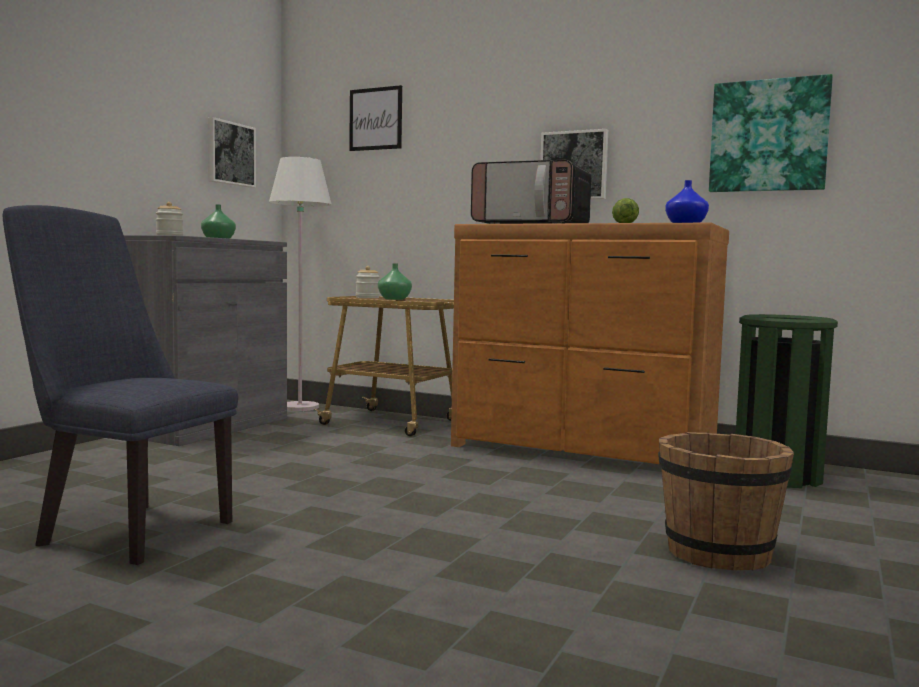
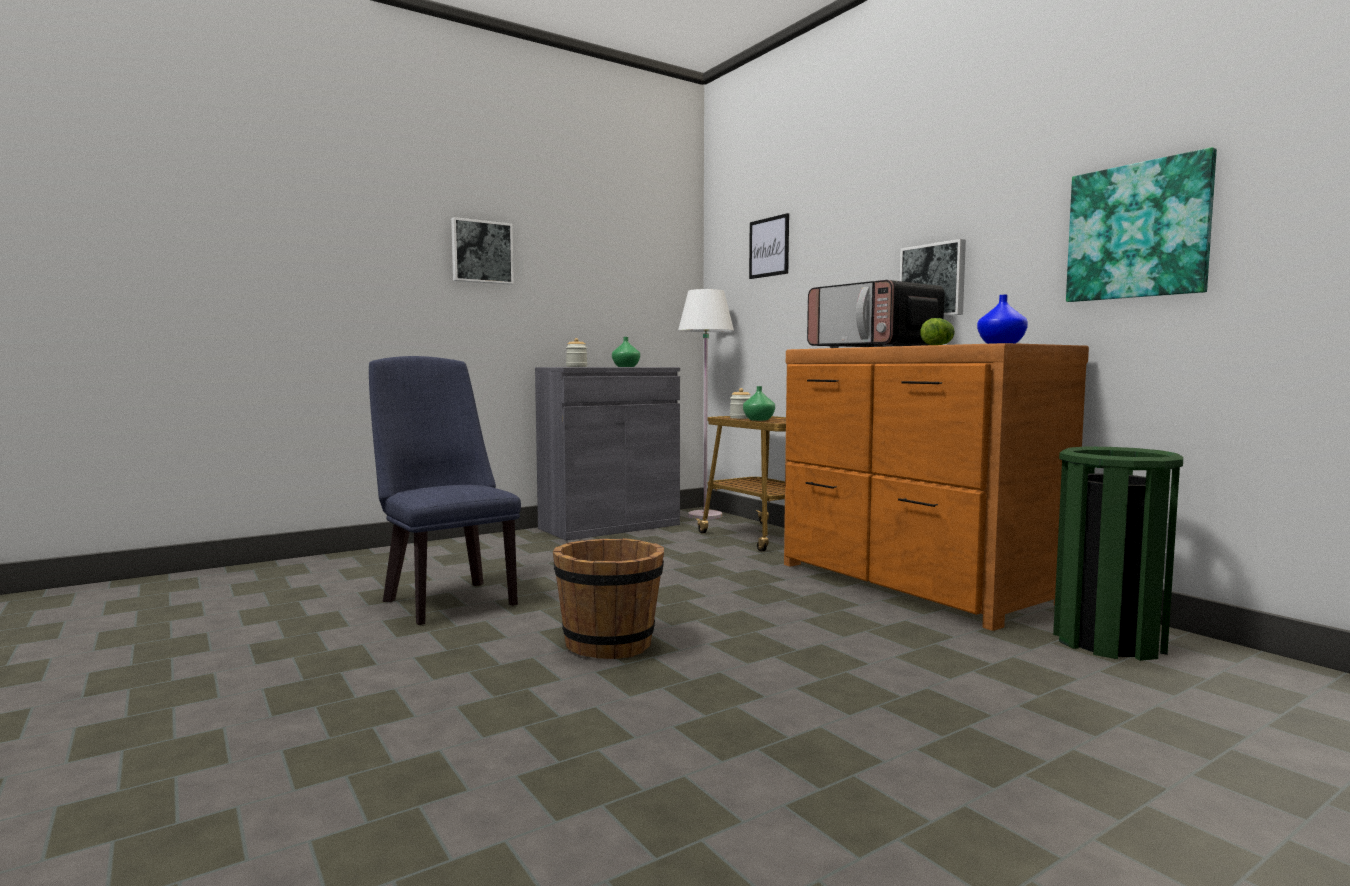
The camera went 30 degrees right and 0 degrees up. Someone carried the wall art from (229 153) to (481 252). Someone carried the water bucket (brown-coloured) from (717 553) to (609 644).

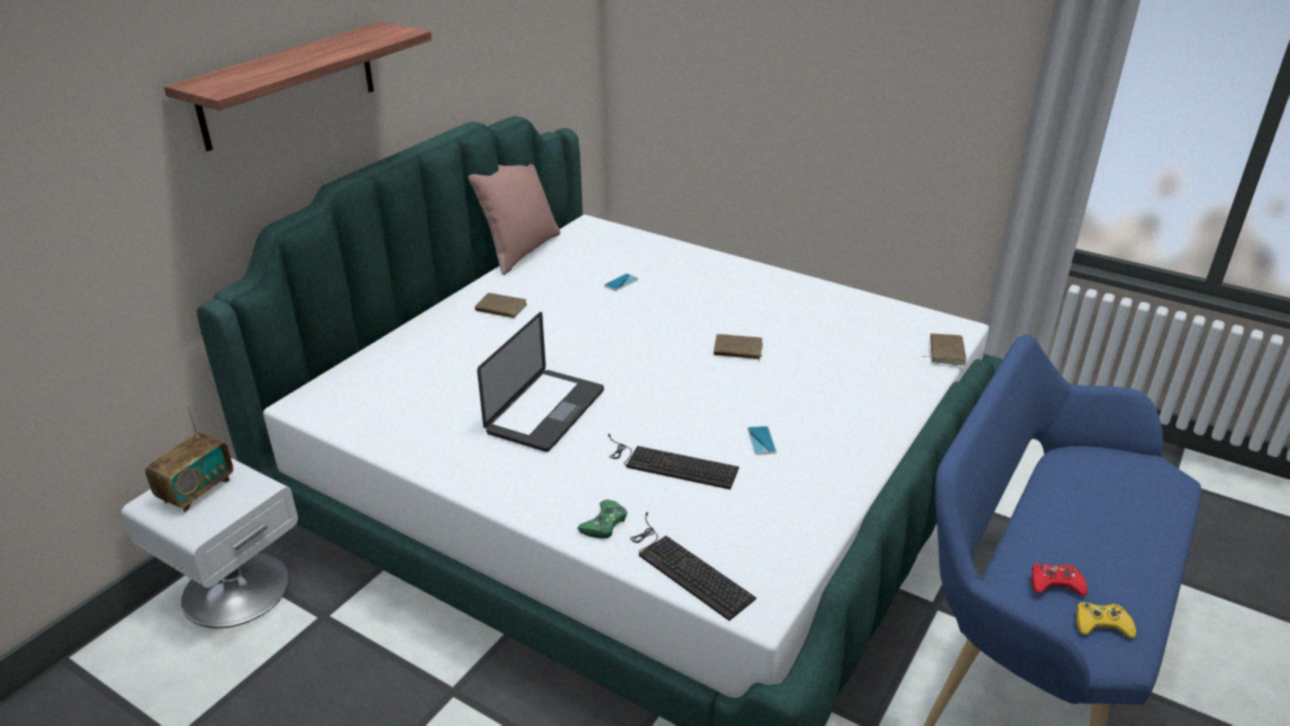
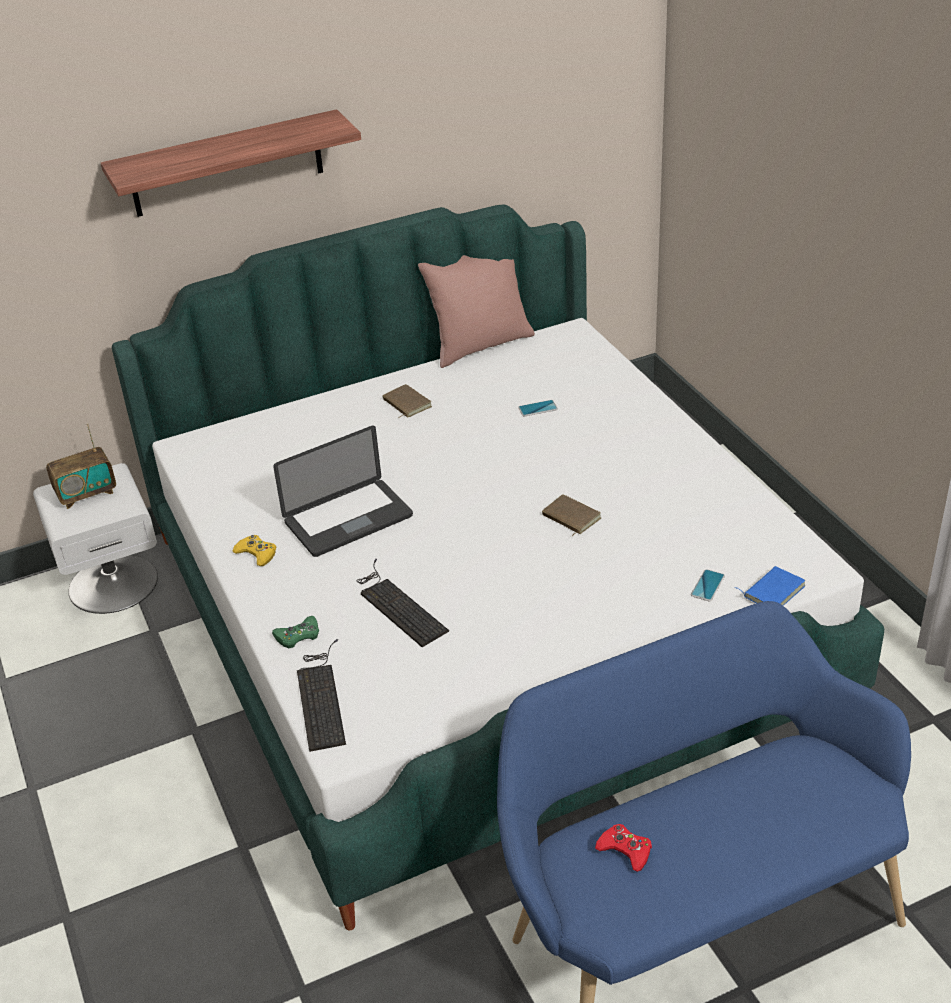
The camera went 35 degrees right and 5 degrees up. Someone carried the phone from (761 441) to (707 586). Someone carried the gamepad (yellow) from (1101 624) to (257 553). Someone repainted the book (brown-coloured) at (945 351), which became the book (blue-coloured) at (772 591).

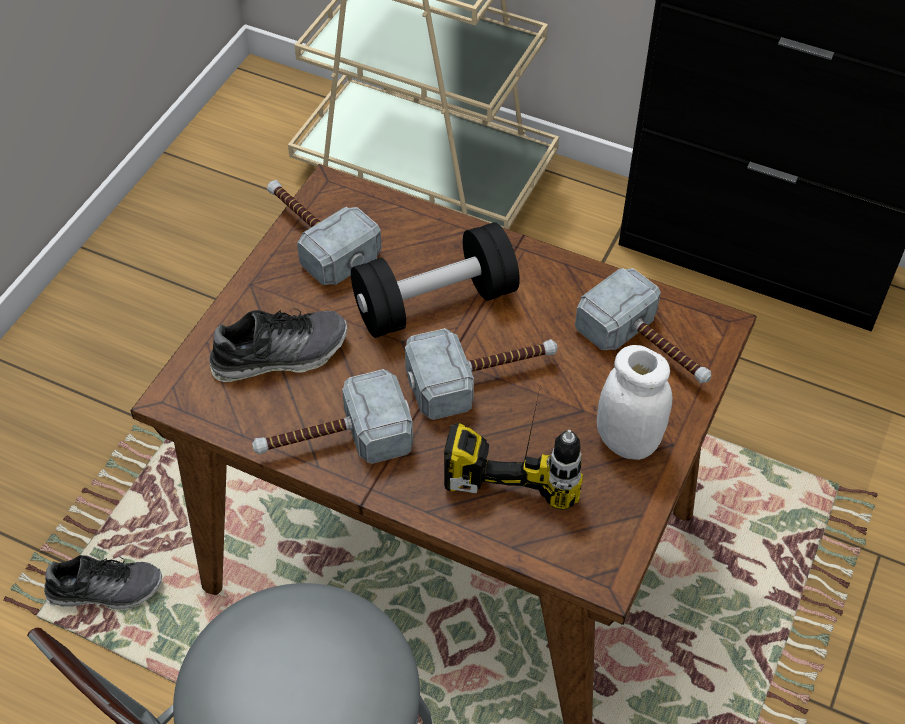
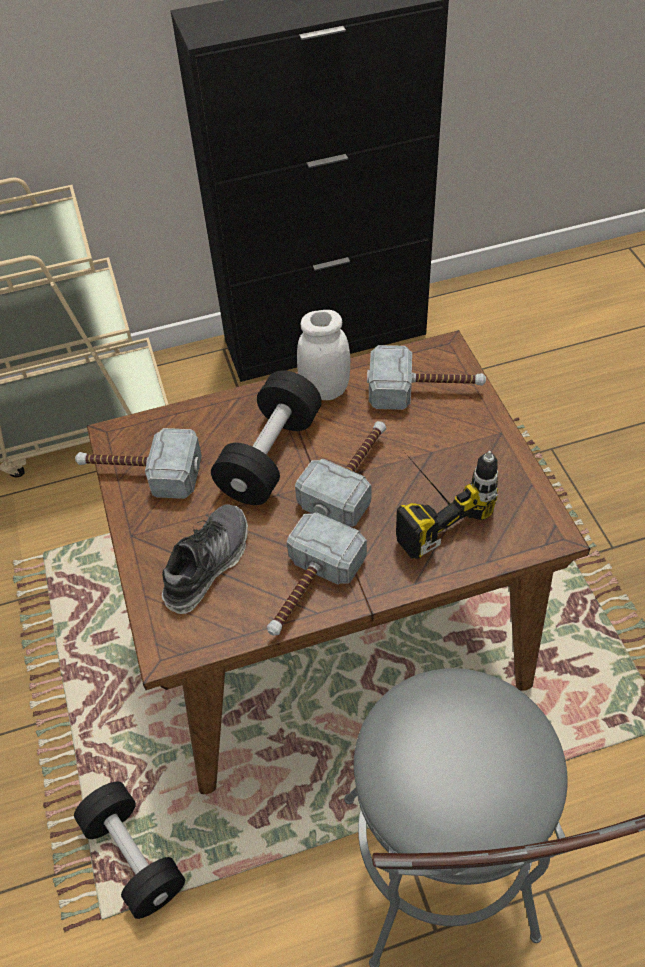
The camera went 40 degrees left and 0 degrees up. Someone carried the jar (whitish) from (627 441) to (325 390). Someone swapped the item of footwear at (105 590) for the free weight (blackish) at (134 856).

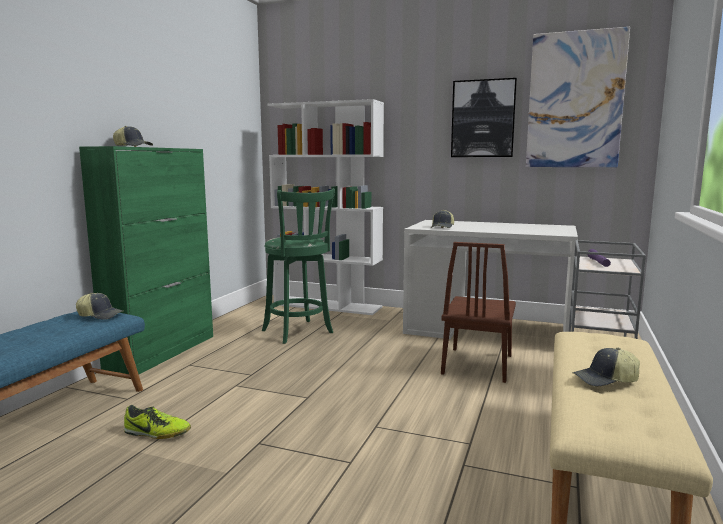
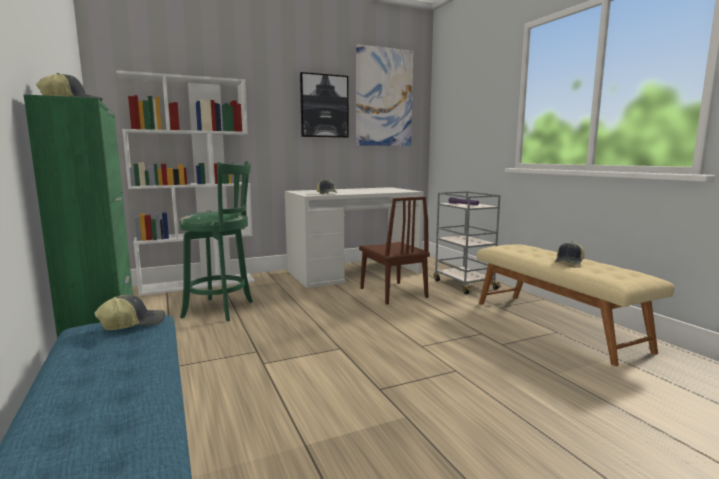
The camera went 45 degrees left and 0 degrees up. Someone took away the item of footwear at (157 433).

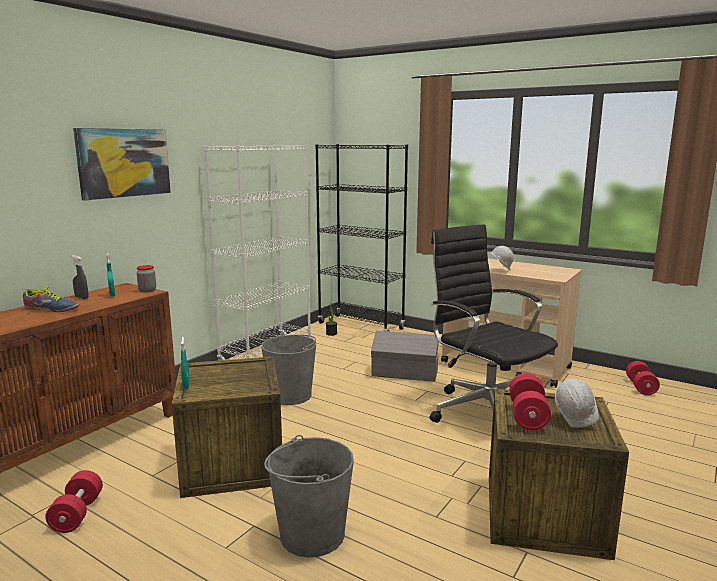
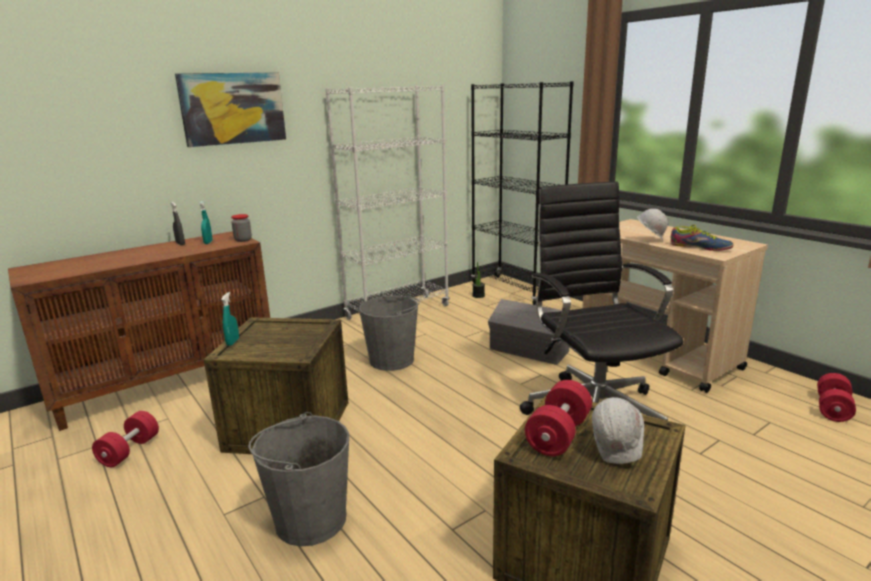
The camera went 20 degrees right and 5 degrees up. Someone carried the item of footwear from (52 309) to (700 247).

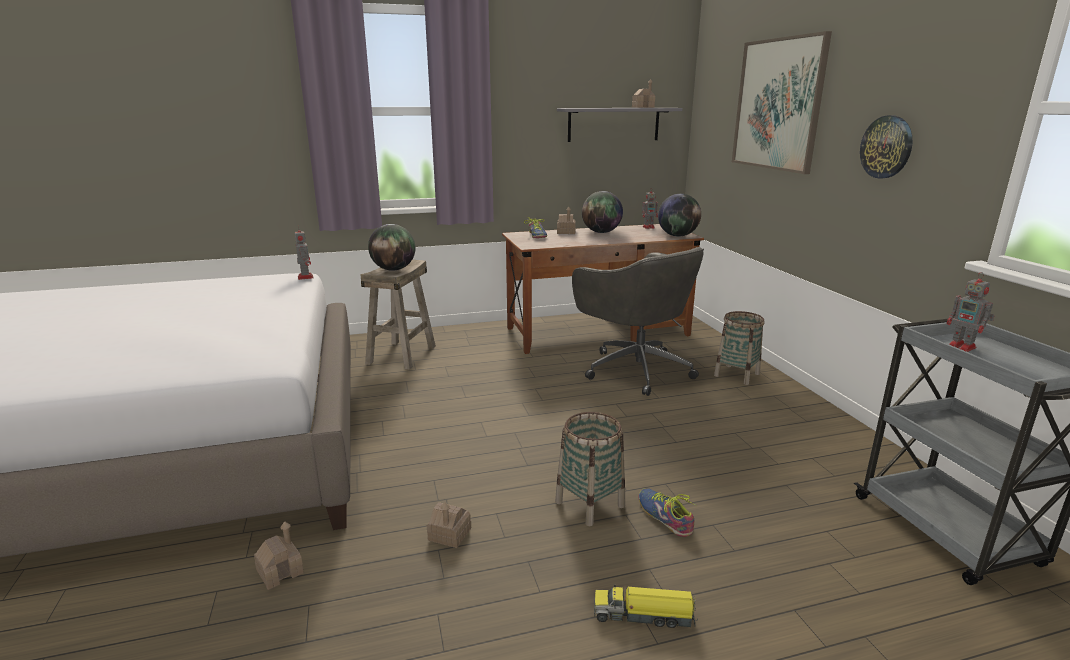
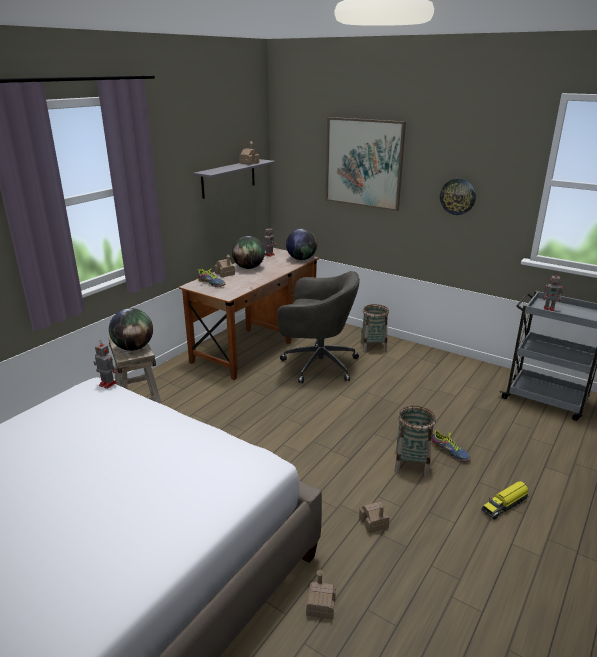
The camera went 40 degrees left and 5 degrees up. Someone rotated the item of footwear at (664 516) by 150 degrees counterclockwise.

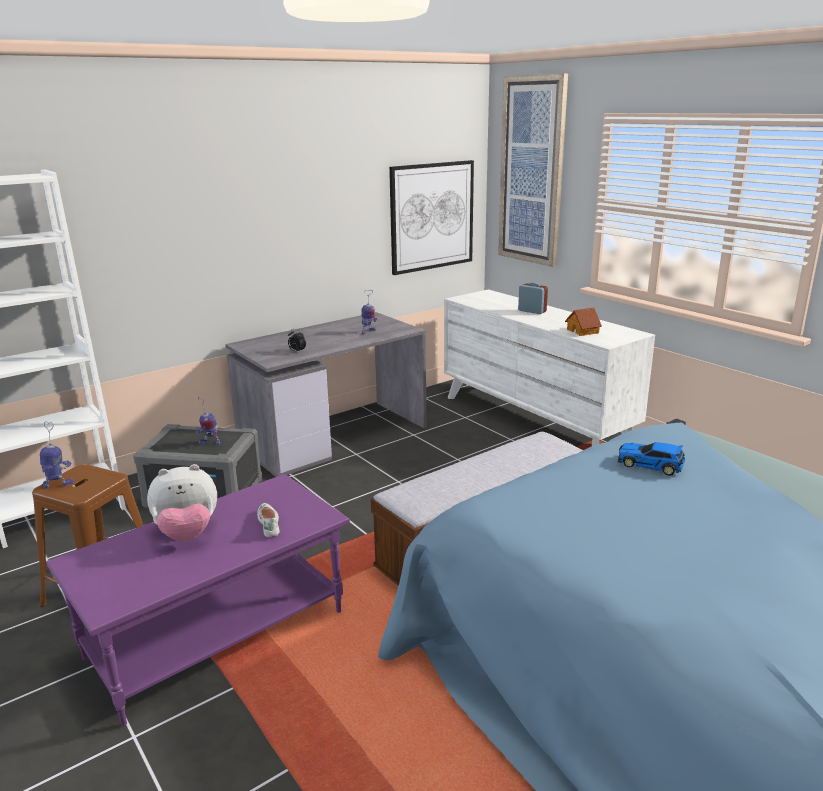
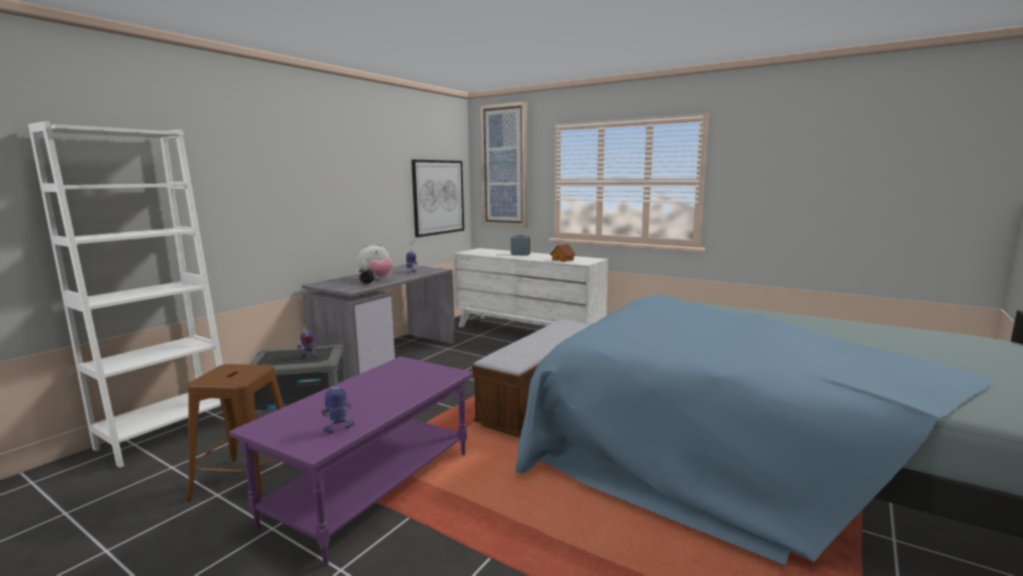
The camera went 20 degrees left and 10 degrees down. Someone took away the item of footwear (whitish) at (269 523). Someone took away the toy car at (651 465). Someone carried the toy robot from (58 484) to (339 428). Someone carried the cuddly toy from (187 534) to (376 279).

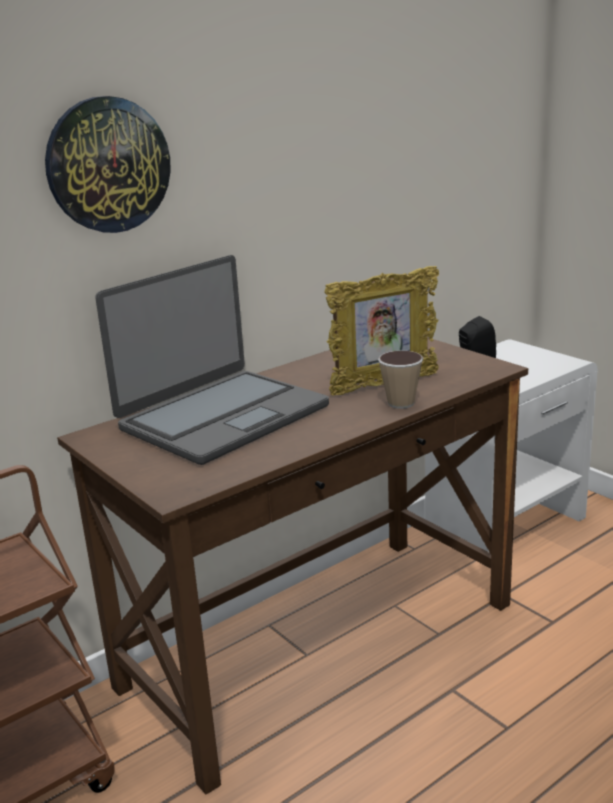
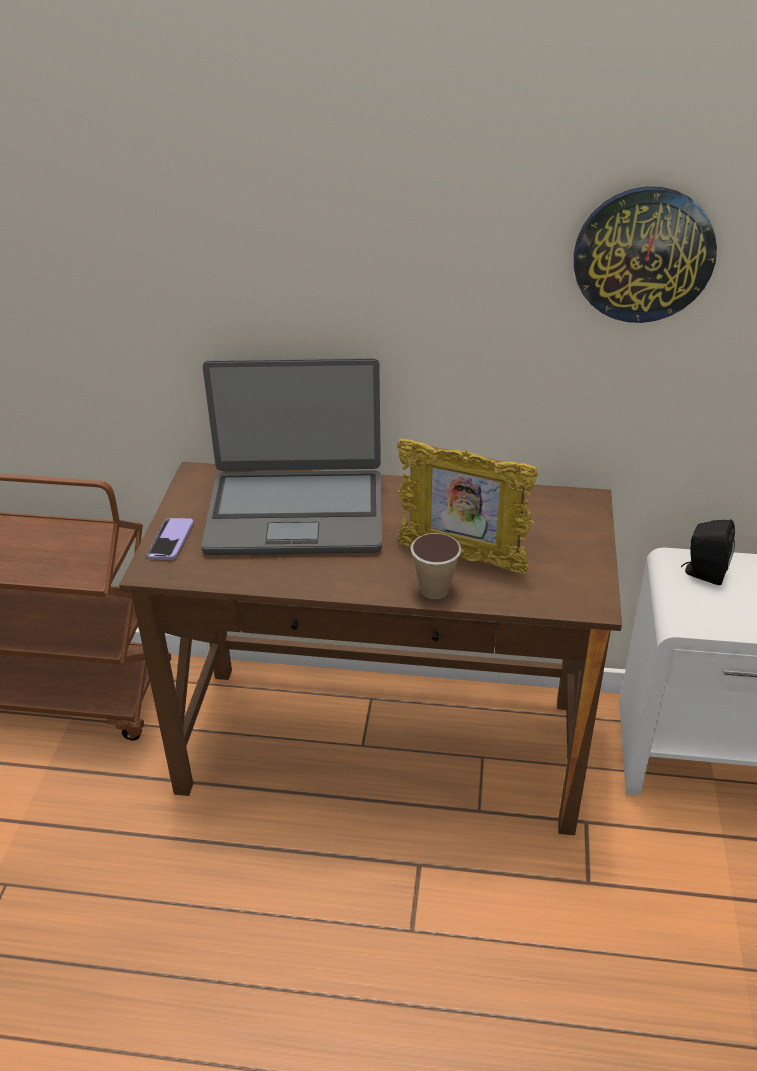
The camera went 45 degrees right and 15 degrees up. Someone put down the phone at (170 540). Someone carried the clock on the wall from (108 165) to (643 254).

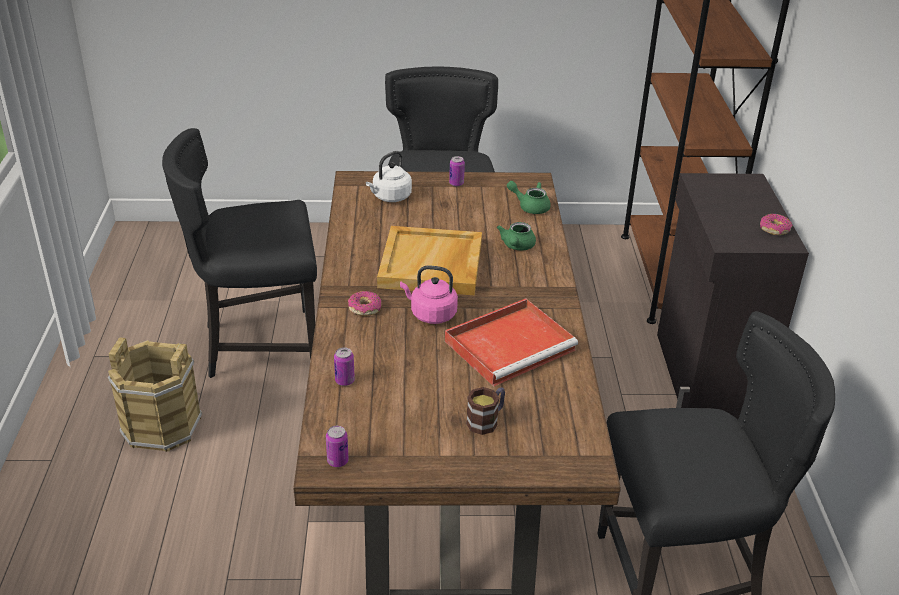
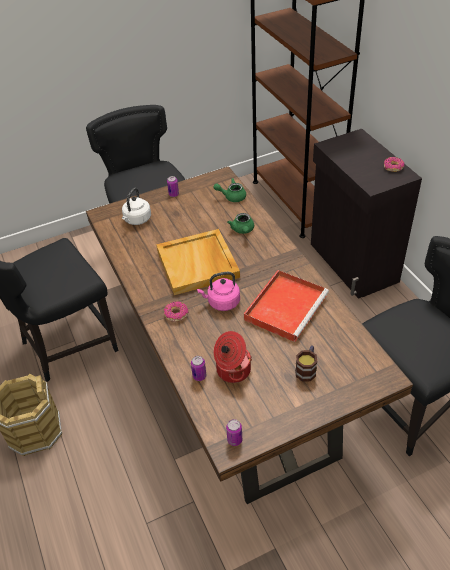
The camera went 20 degrees left and 10 degrees up. Someone put down the stockpot at (232 370).

